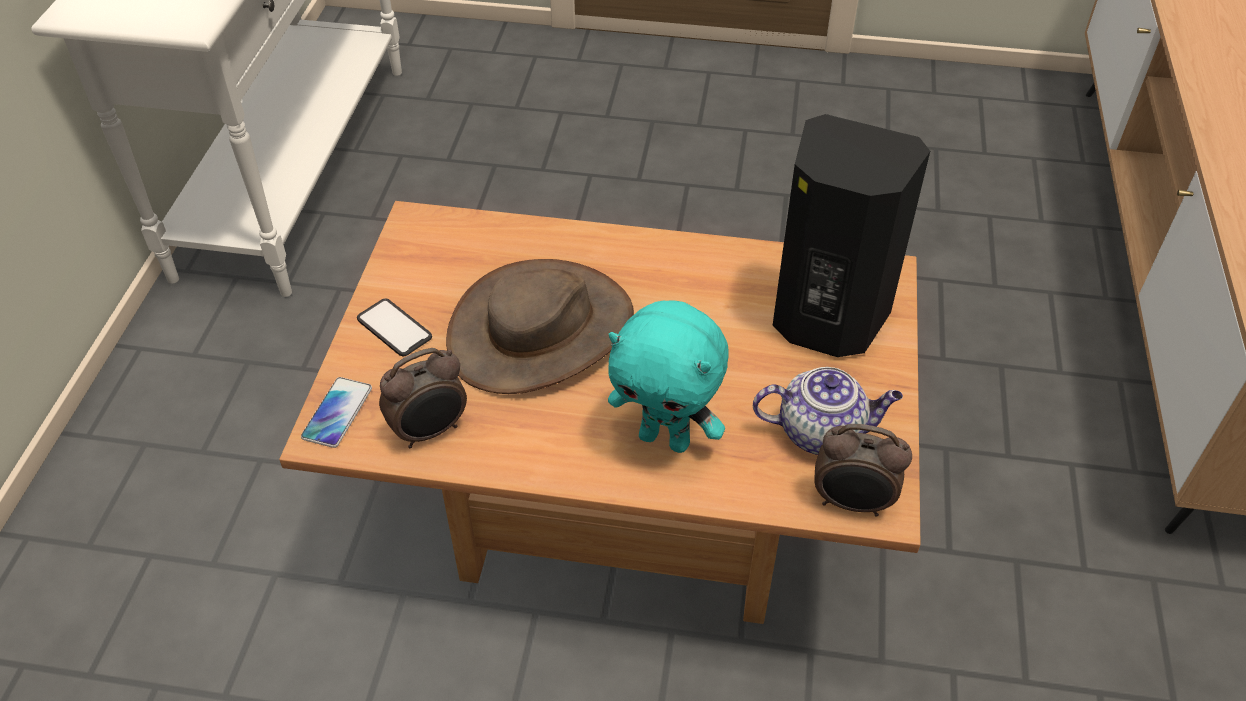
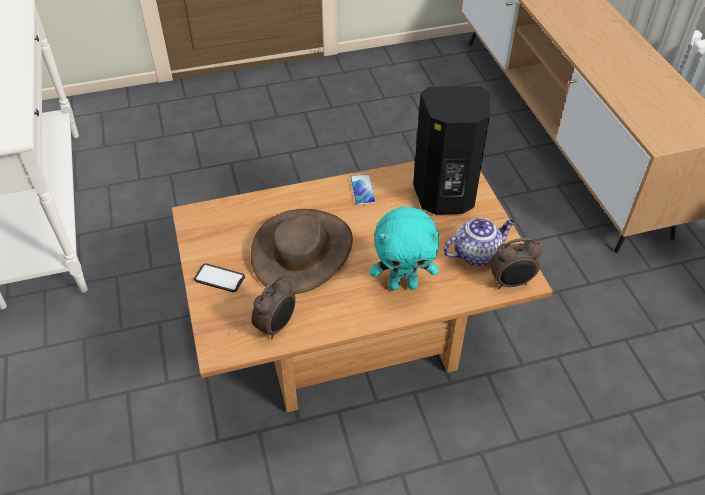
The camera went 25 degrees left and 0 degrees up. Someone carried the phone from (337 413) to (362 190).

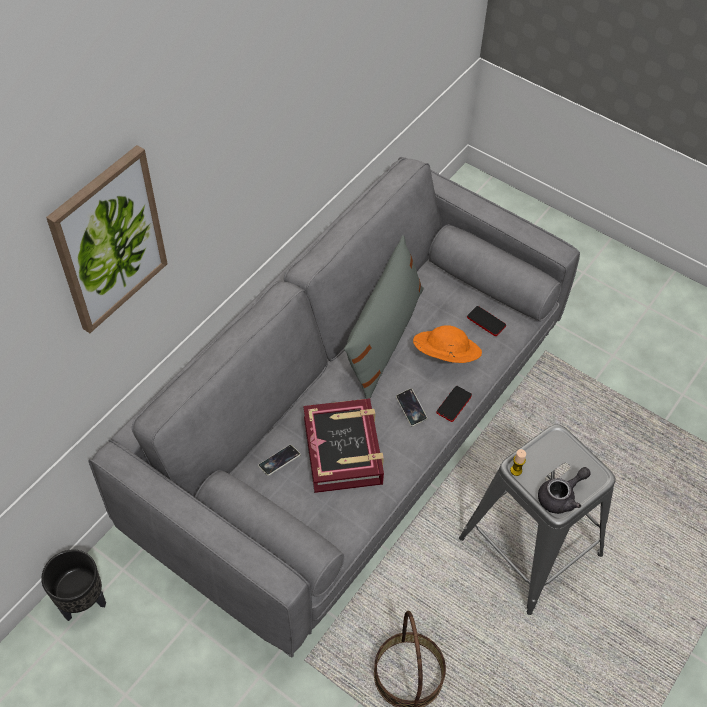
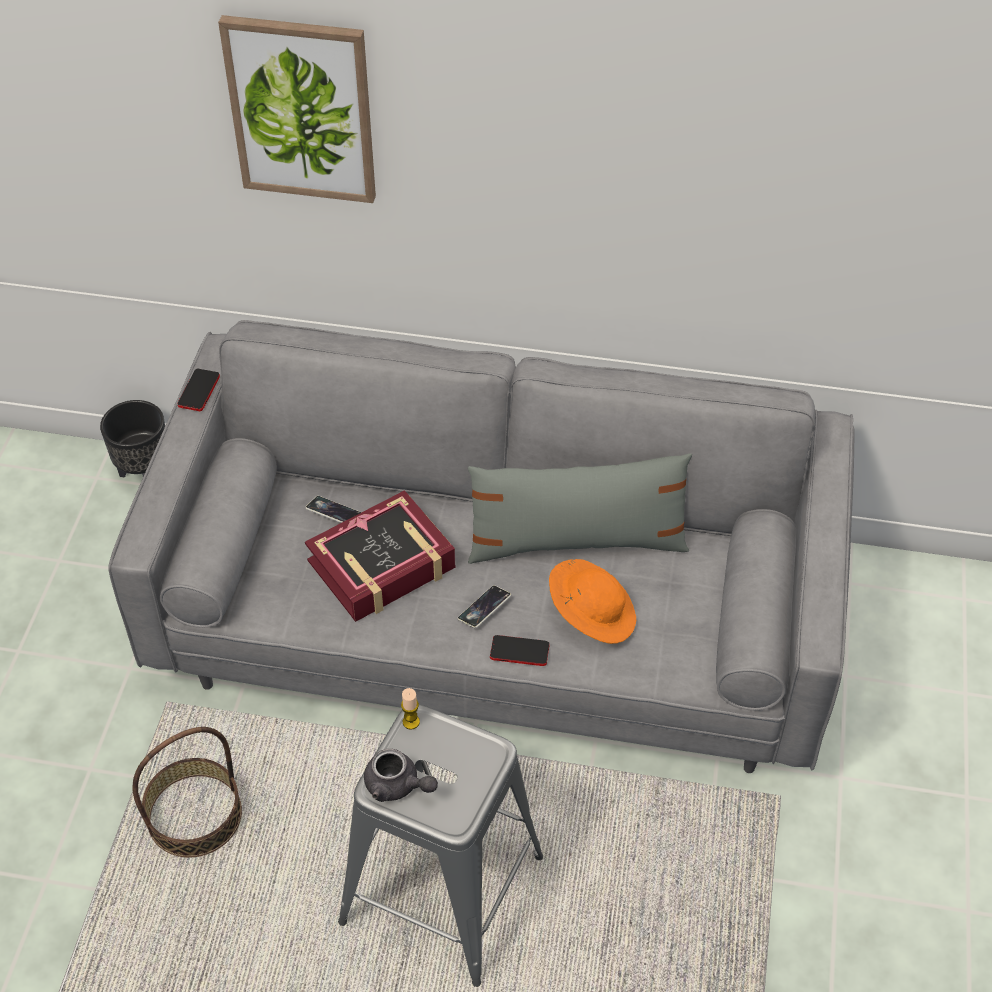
The camera went 65 degrees right and 5 degrees down. Someone carried the phone from (486 321) to (199 391).

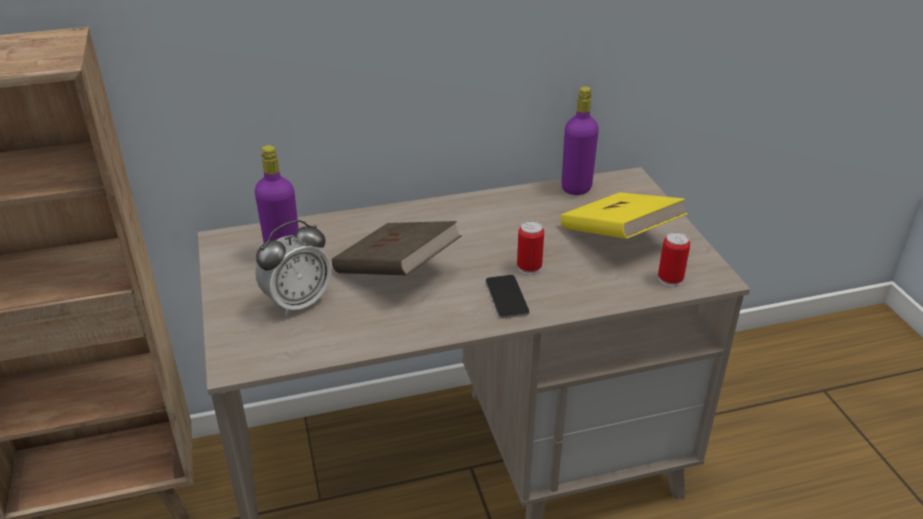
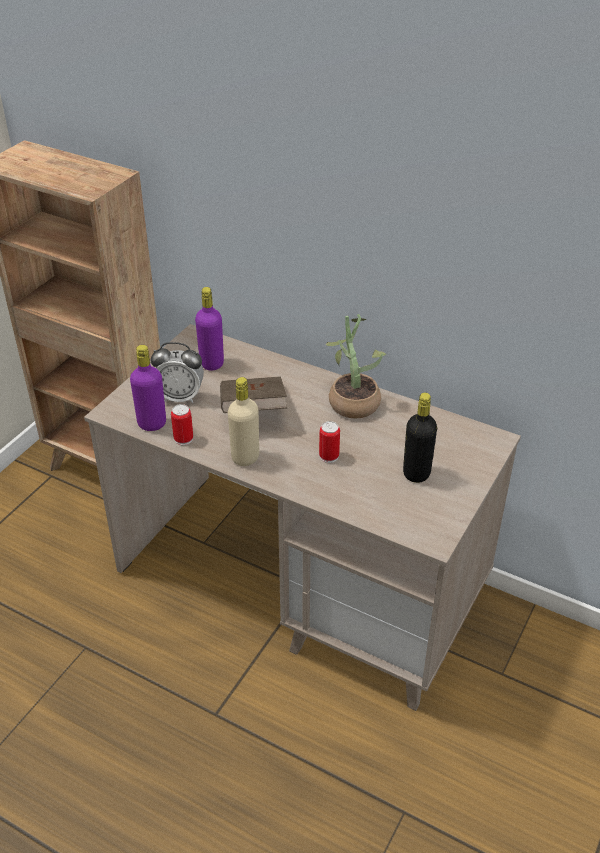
The camera went 45 degrees right and 5 degrees up. Someone took away the phone at (507 297). Someone put down the beverage bottle (beige-coloured) at (245 457). Someone put down the houseplant at (352 400). Someone carried the beverage bottle (purplish) from (576 188) to (152 423). Someone carried the metal can from (670 279) to (183 439). Someone swapped the book (yellow) at (618 237) for the beverage bottle (blackish) at (416 473).

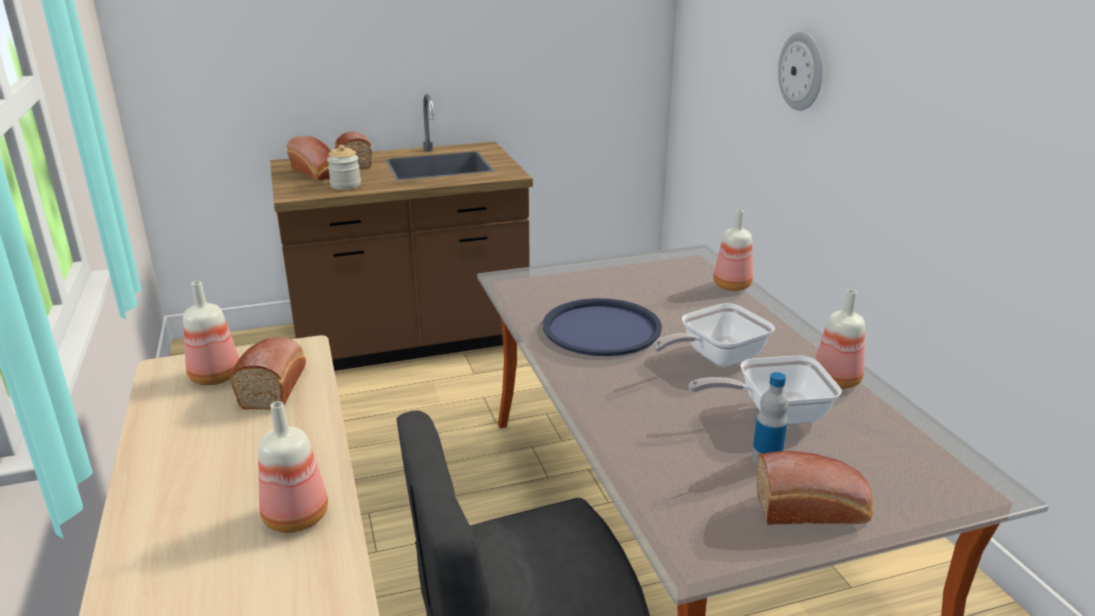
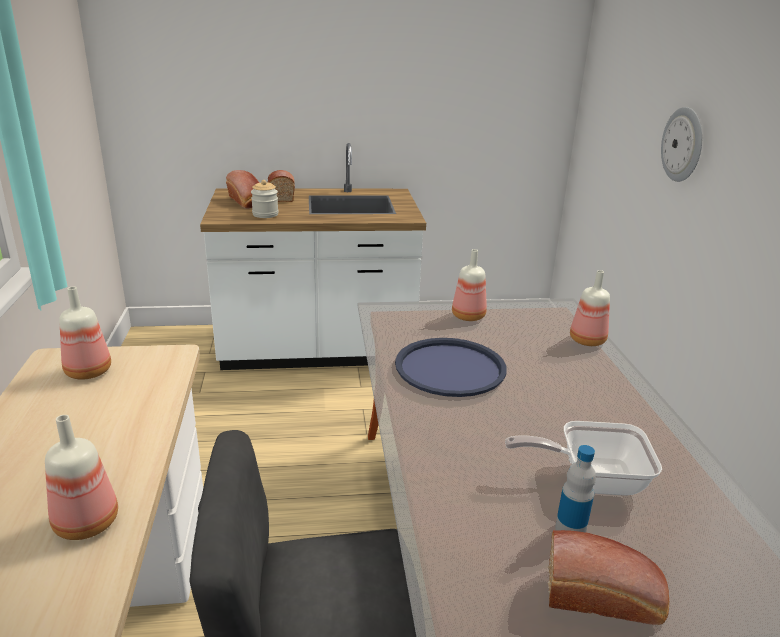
The camera went 10 degrees right and 0 degrees up. Someone took away the baked bread at (275 386). Someone took away the skillet at (715 358). Someone carried the beverage bottle from (837 381) to (469 317). Someone repainted the counter (brown-coloured) at (410 340), which became the counter (whitish) at (317 350).

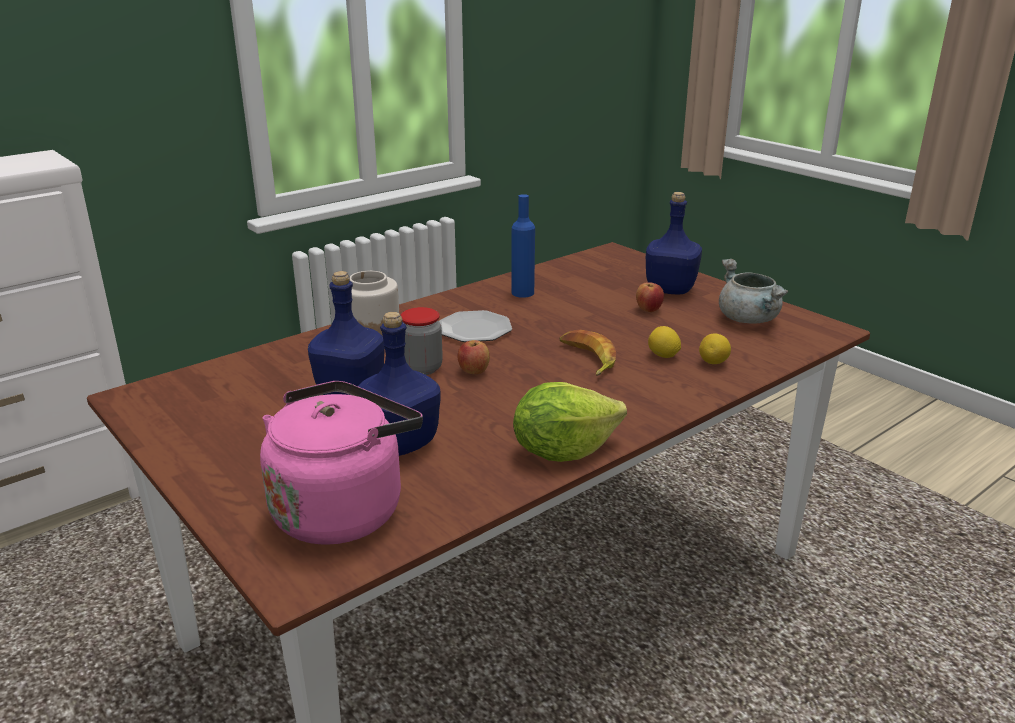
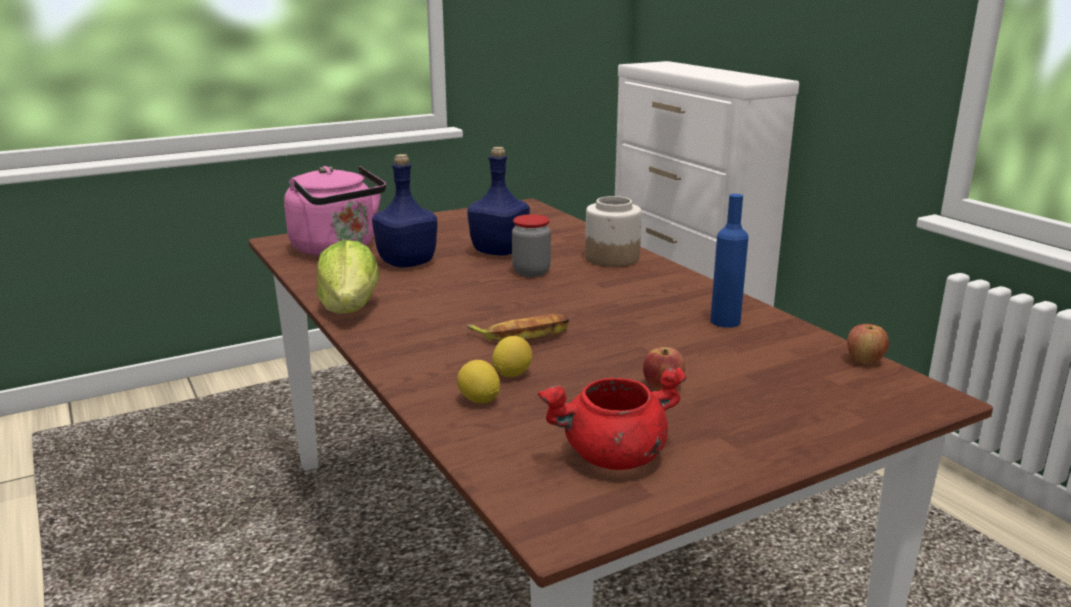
The camera went 100 degrees right and 5 degrees down. Someone took away the plate at (474 329). Someone took away the beverage bottle (blue-coloured) at (670 289). Someone carried the whole apple from (473 372) to (864 361). Someone repainted the stockpot (grey) at (749 320), which became the stockpot (red-coloured) at (613 457).

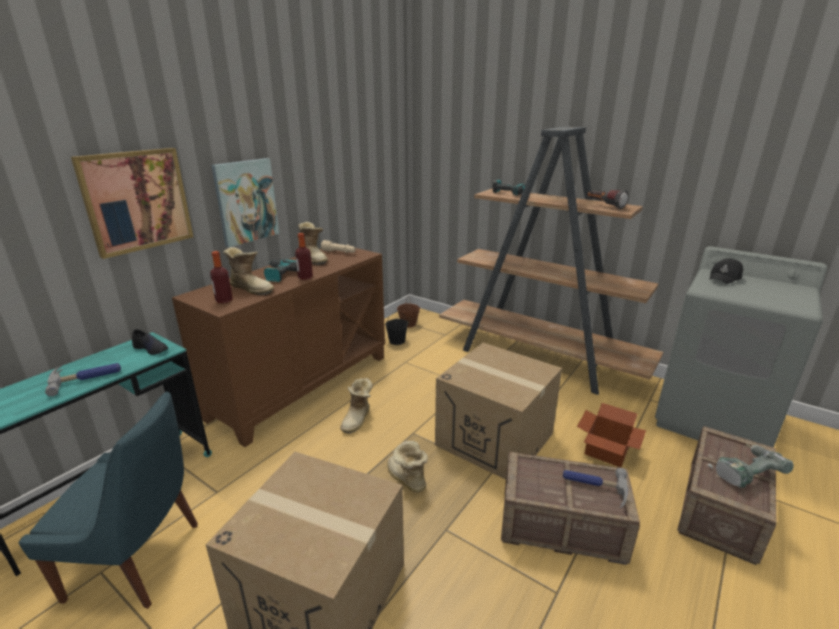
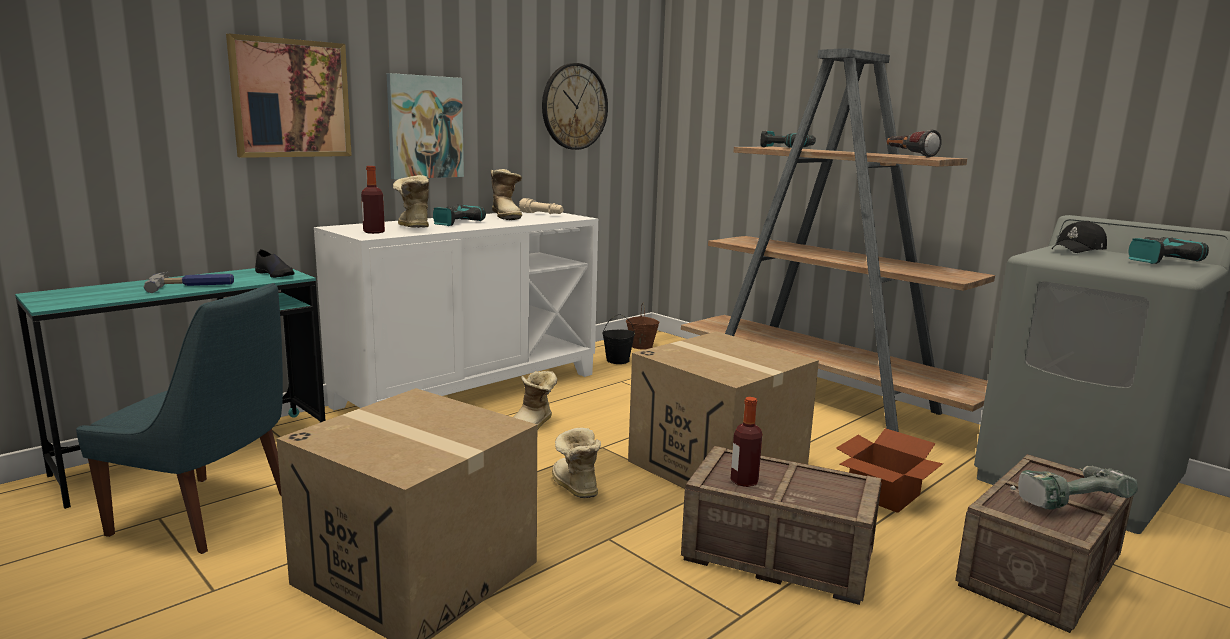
The camera went 10 degrees right and 10 degrees down. Someone took away the hand hammer at (594 486). Someone put up the clock on the wall at (574 106). Someone put down the electric drill at (1154 259). Someone carried the beverage bottle from (305 277) to (744 481). Someone repainted the cupboard (brown-coloured) at (302 385), which became the cupboard (whitish) at (469 389). Someone rotated the tall boot at (252 288) by 150 degrees counterclockwise.

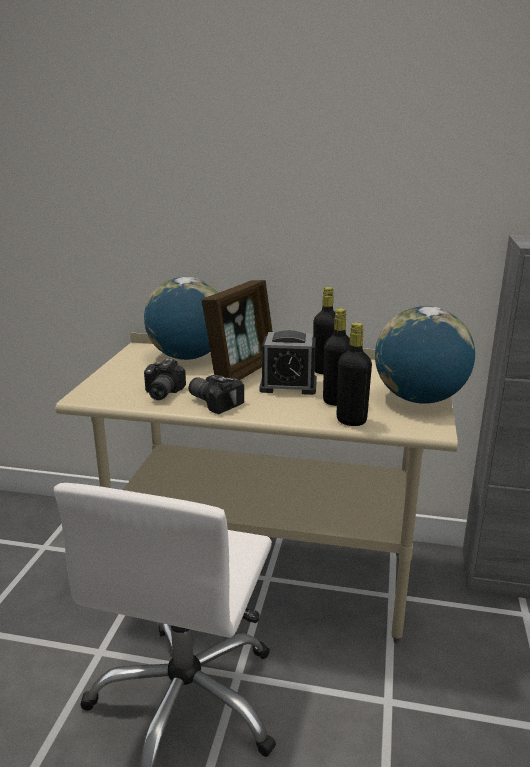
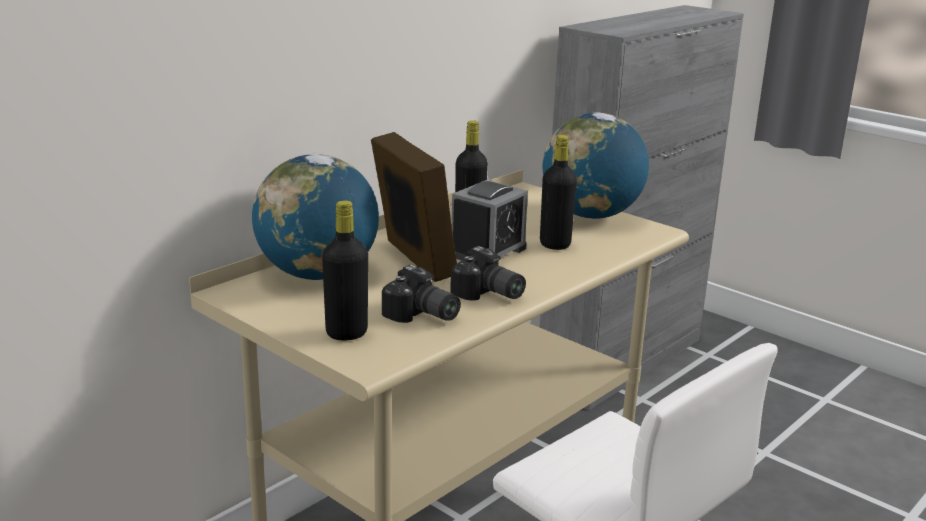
The camera went 60 degrees left and 0 degrees up. Someone carried the beverage bottle (blackish) from (351 420) to (346 333). Someone rotated the photo camera at (216 402) by 120 degrees counterclockwise.

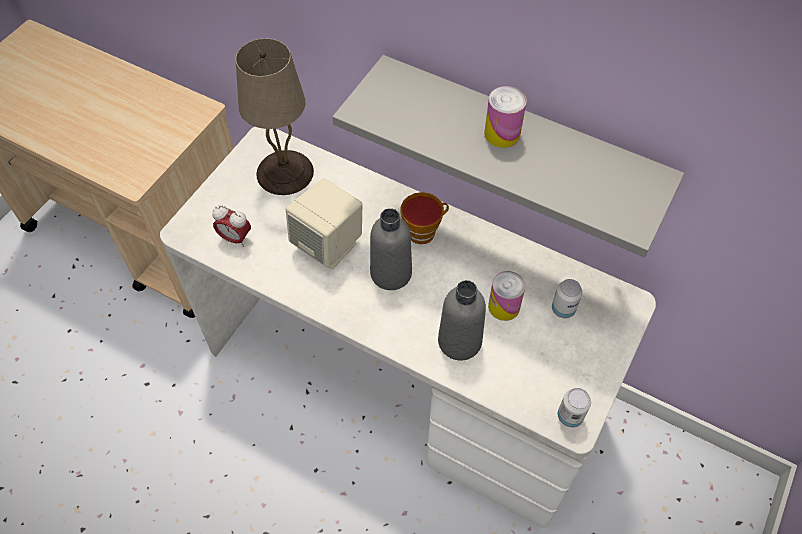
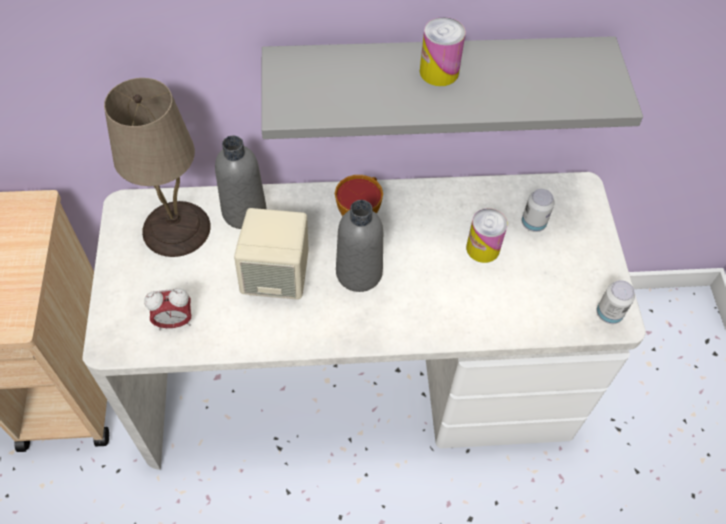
The camera went 35 degrees left and 0 degrees up. Someone carried the beverage bottle (grey) from (459 341) to (244 212).

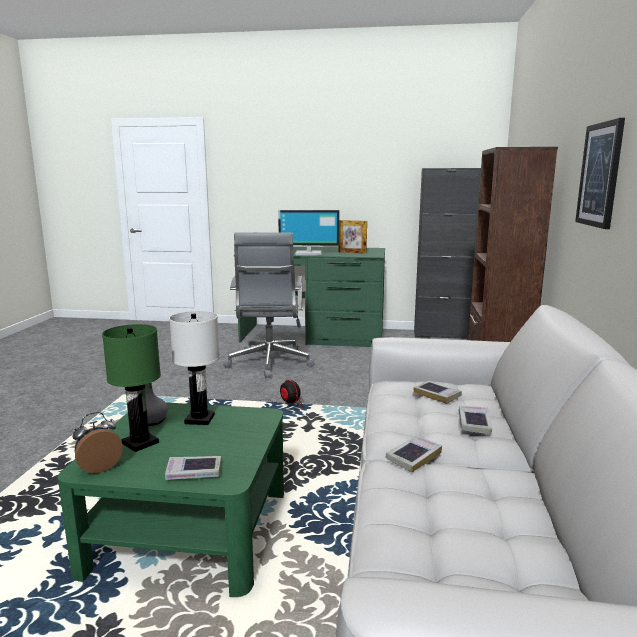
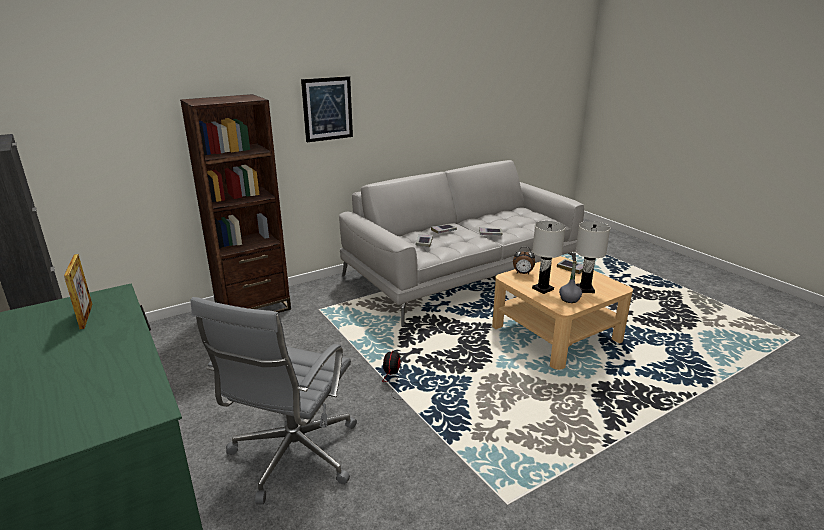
The camera went 130 degrees left and 10 degrees up. Someone took away the computer screen at (309 253). Someone carried the bedside clock from (99 467) to (522 273). Someone repainted the lounge table (green) at (190 531), which became the lounge table (beige-coloured) at (556 333). Someone repainted the table lamp (green) at (140 443), which became the table lamp (whitish) at (585 289). Someone rotated the desk chair (grey) at (269 363) by 150 degrees clockwise.

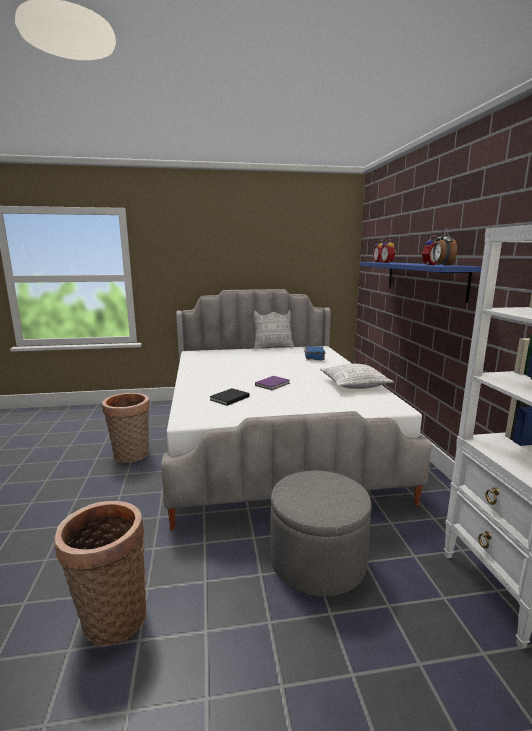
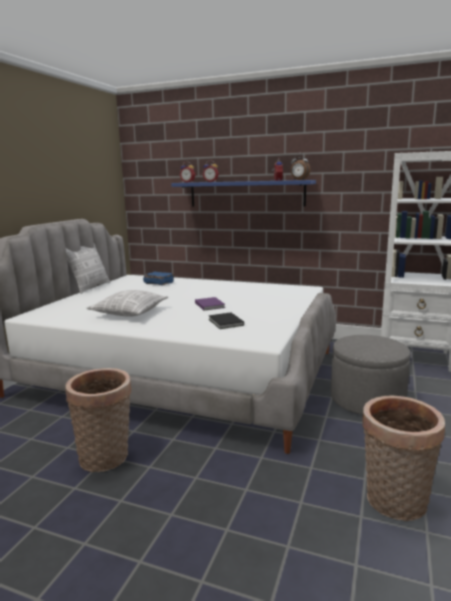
The camera went 60 degrees left and 0 degrees up. Someone carried the pillow from (354 385) to (130 313).

